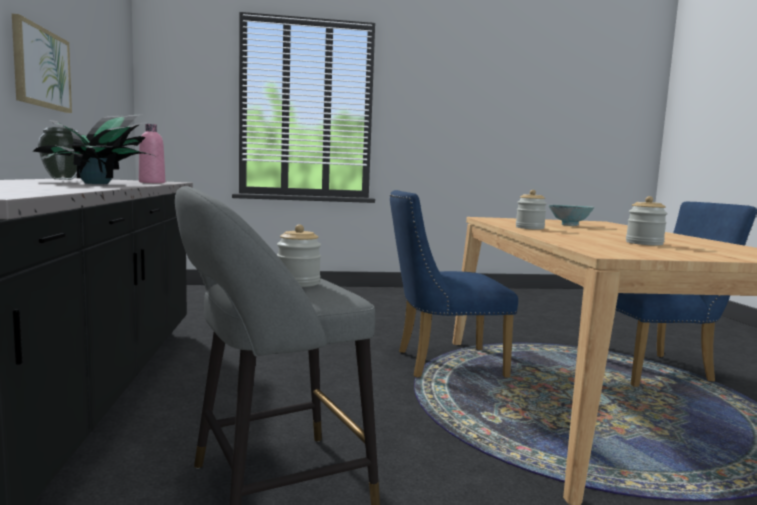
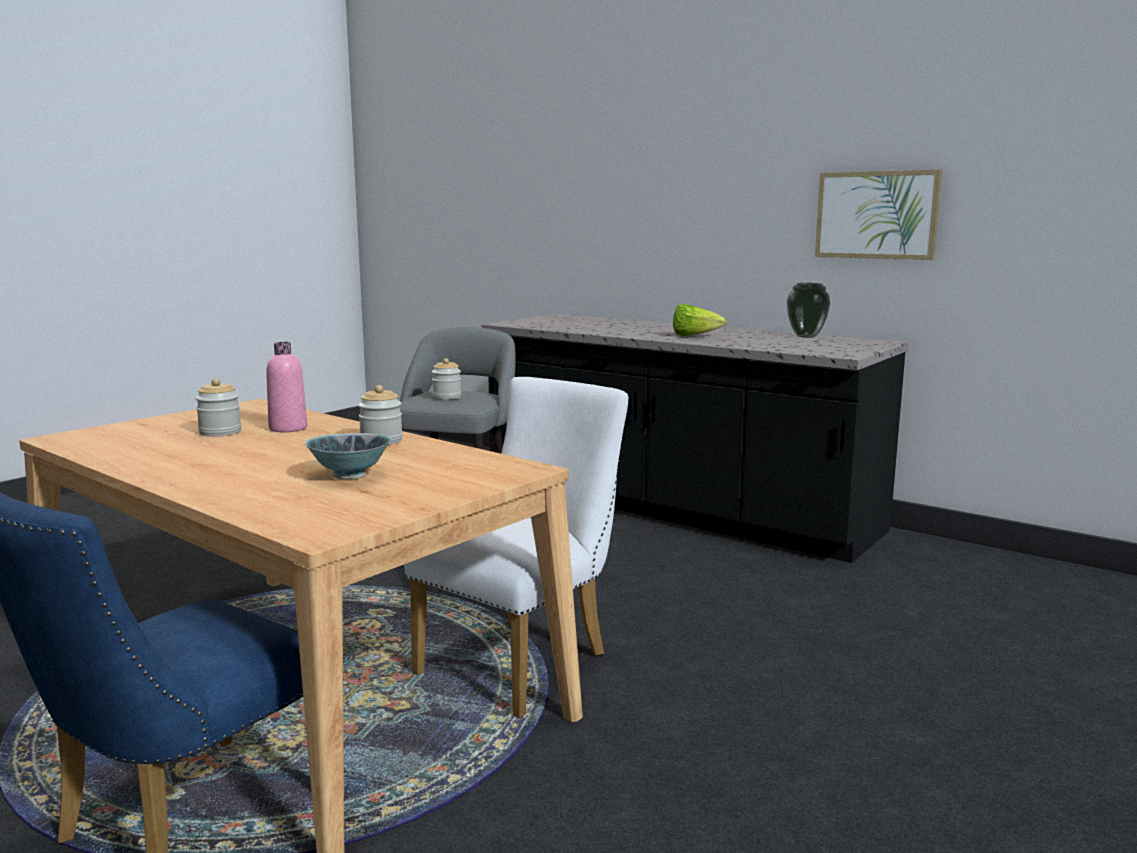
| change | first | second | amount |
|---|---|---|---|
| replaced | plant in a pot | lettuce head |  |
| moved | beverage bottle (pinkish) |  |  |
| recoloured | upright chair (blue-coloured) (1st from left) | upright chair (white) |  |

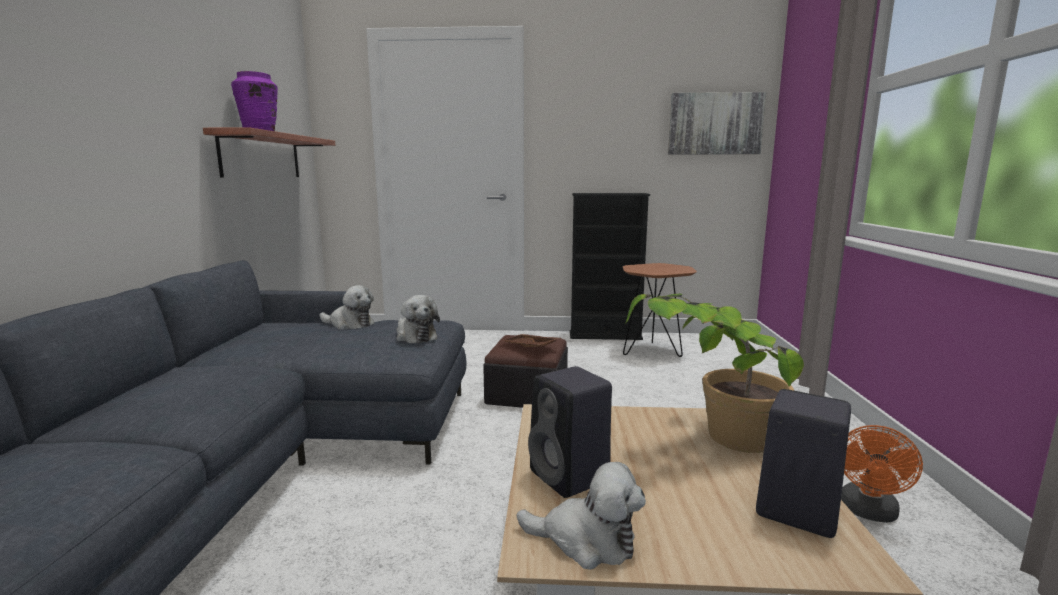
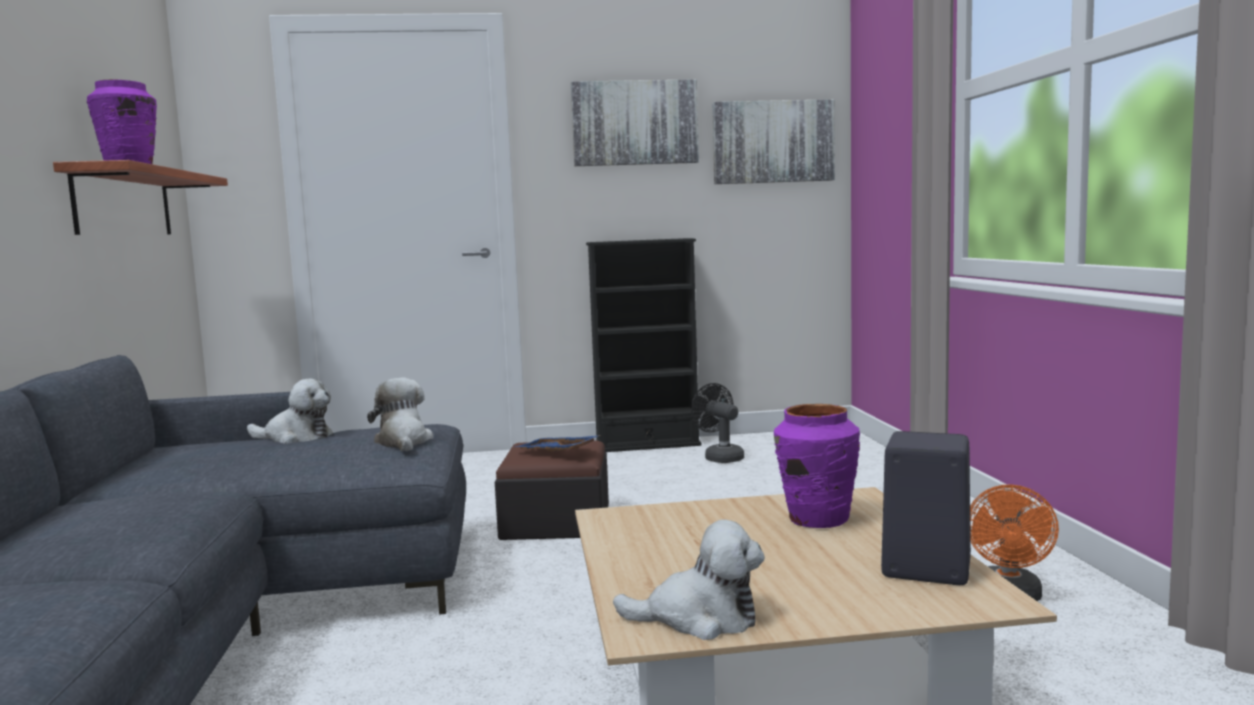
| change | first | second | amount |
|---|---|---|---|
| replaced | end table (brownish) | fan (black-coloured) |  |
| replaced | plant in a pot | flower vase (purplish) (2nd from left) |  |
| turned | soft toy (2nd from left) |  | 150 degrees counterclockwise |
| recoloured | serving tray (brownish) | serving tray (blue-coloured) |  |
| removed | audio speaker (black-coloured) (1st from left) |  |  |
| added |  | wall art (1st from left) |  |

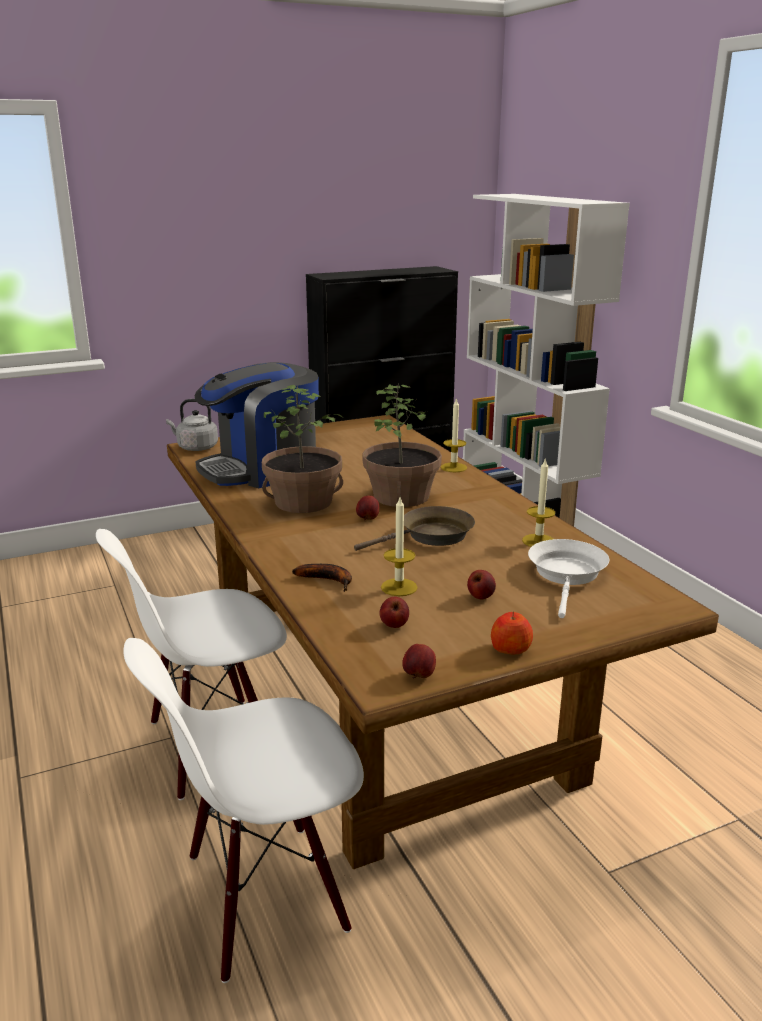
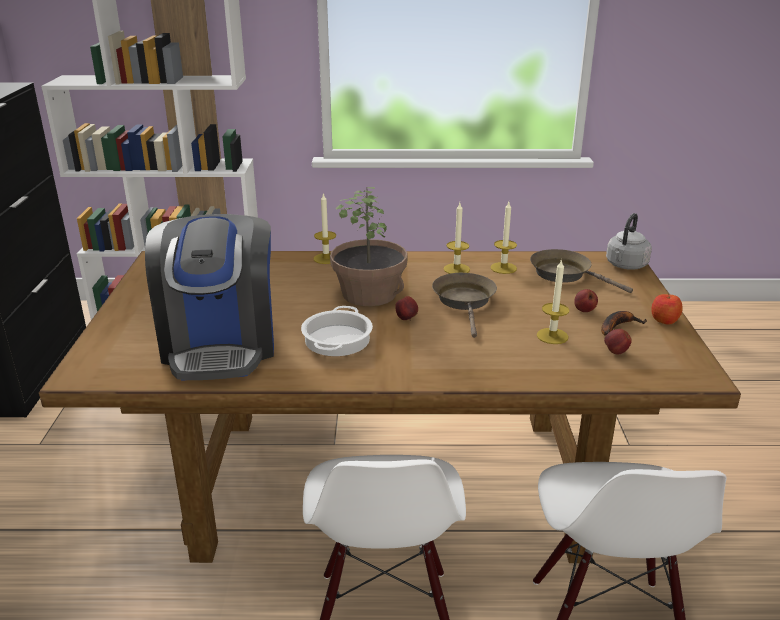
| change | first | second | amount |
|---|---|---|---|
| replaced | plant in a pot (1st from left) | saucepot |  |
| moved | water kettle (greyish) |  |  |
| recoloured | frying pan (white) | frying pan (brownish) (2nd from left) |  |
| moved | banana |  |  |
| removed | whole apple (3rd from left) |  |  |
| added |  | wax light (2nd from left) |  |

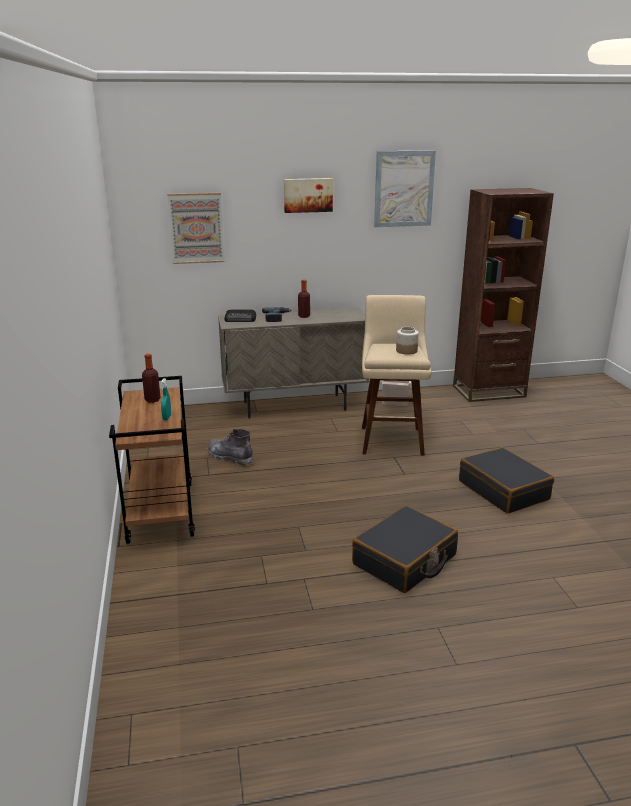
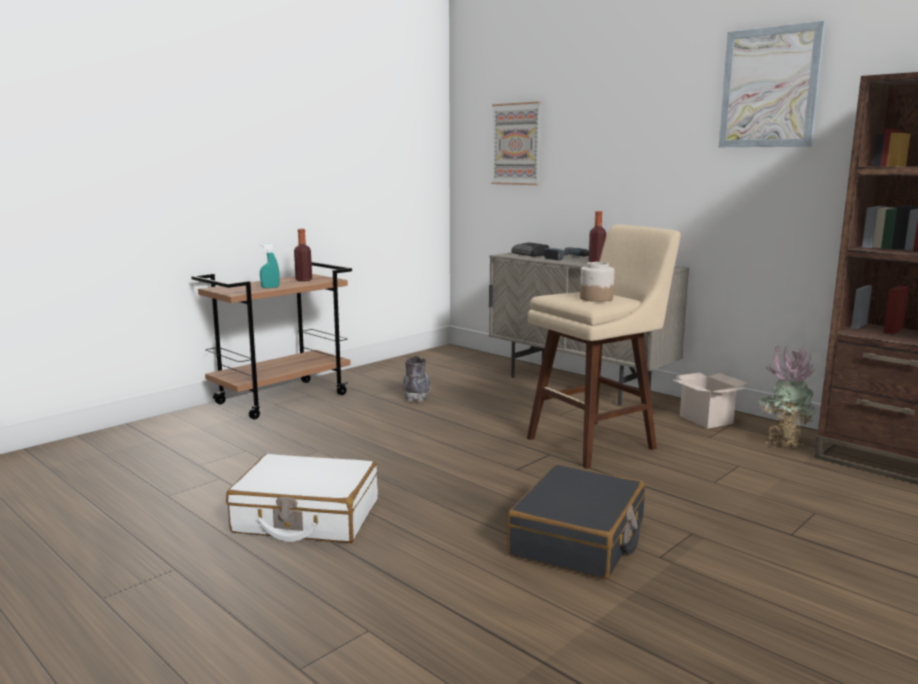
| change | first | second | amount |
|---|---|---|---|
| removed | wall art (2nd from left) |  |  |
| recoloured | piece of luggage (black-coloured) (1st from left) | piece of luggage (white) |  |
| added |  | plant in a pot |  |

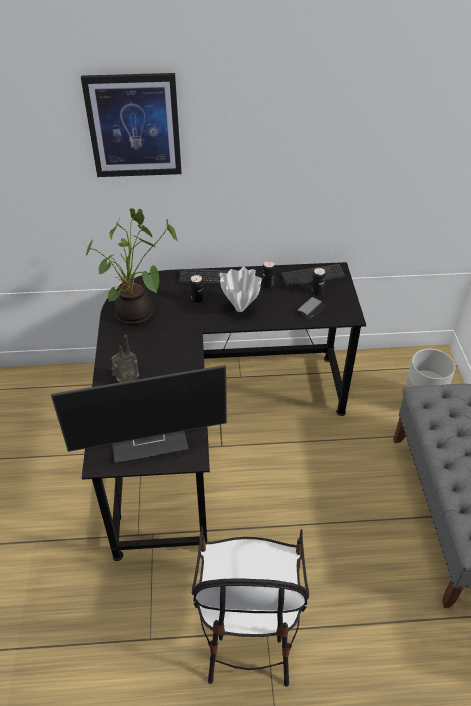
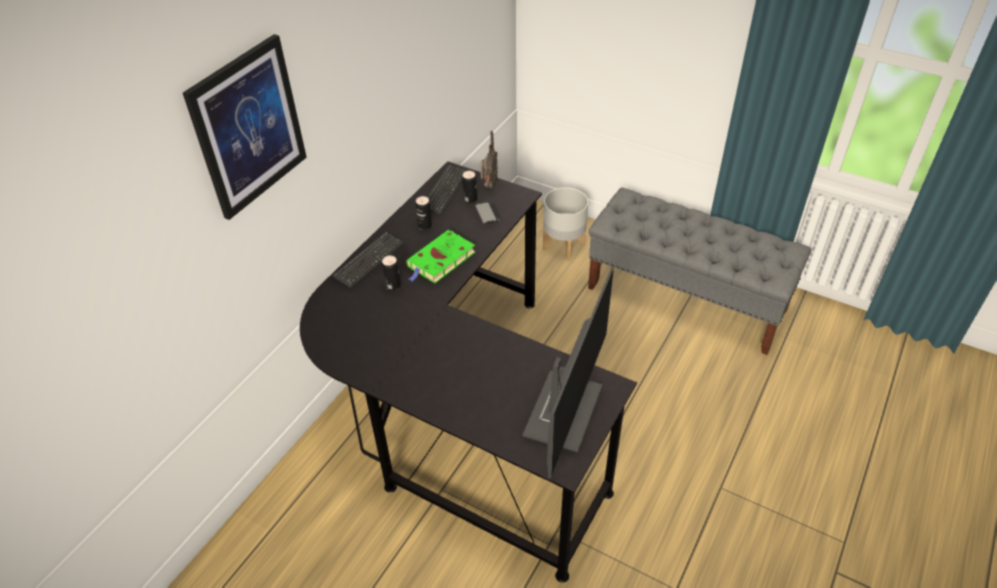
| change | first | second | amount |
|---|---|---|---|
| removed | plant in a pot |  |  |
| replaced | flower vase (white) | book (green) |  |
| moved | radio set |  |  |
| removed | upright chair |  |  |

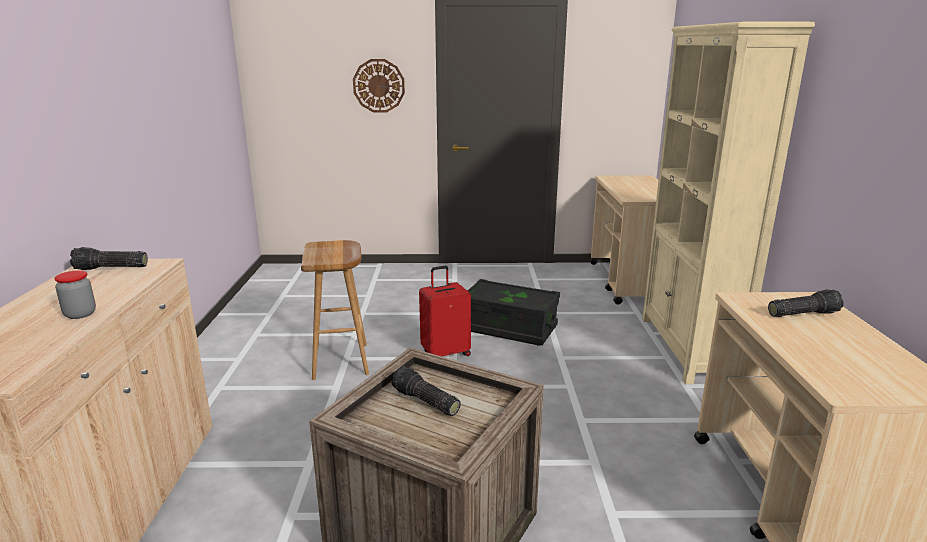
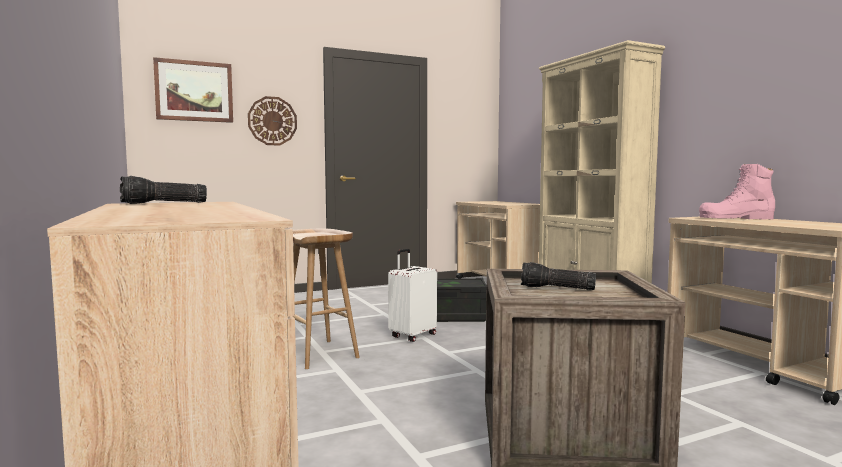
| change | first | second | amount |
|---|---|---|---|
| recoloured | piece of luggage (red) | piece of luggage (white) |  |
| removed | jar |  |  |
| replaced | torch (3rd from left) | tall boot (pinkish) |  |
| added |  | wall art |  |

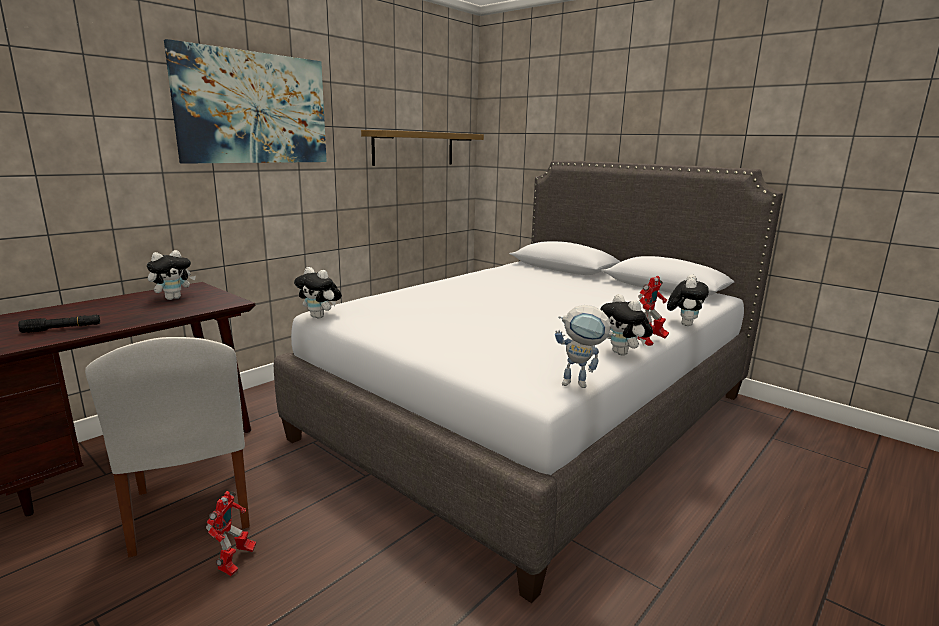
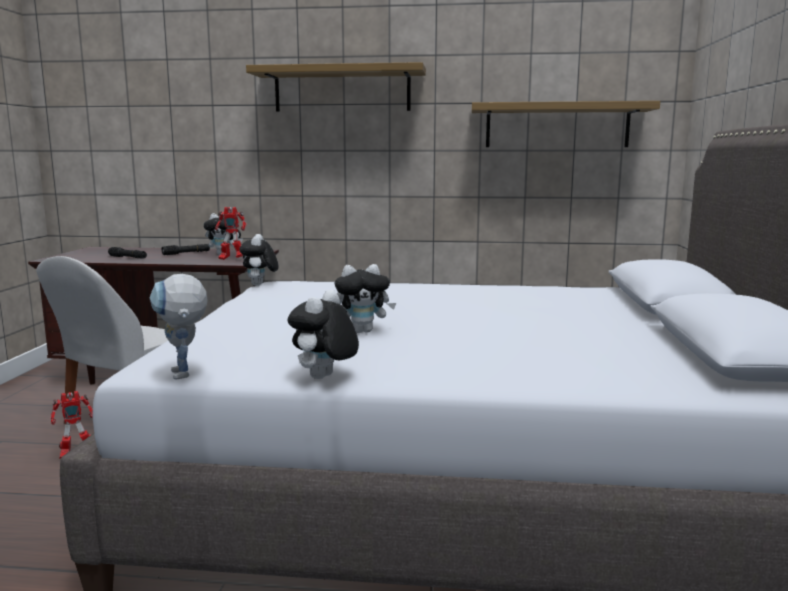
| change | first | second | amount |
|---|---|---|---|
| replaced | wall art | shelf (1st from left) |  |
| moved | soft toy (4th from left) |  |  |
| moved | model robot (3rd from left) |  |  |
| added |  | torch (black-coloured) (2nd from left) |  |

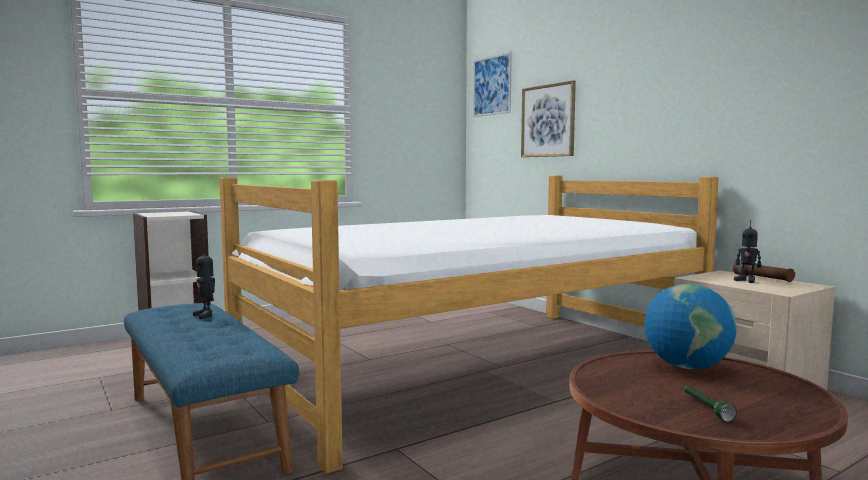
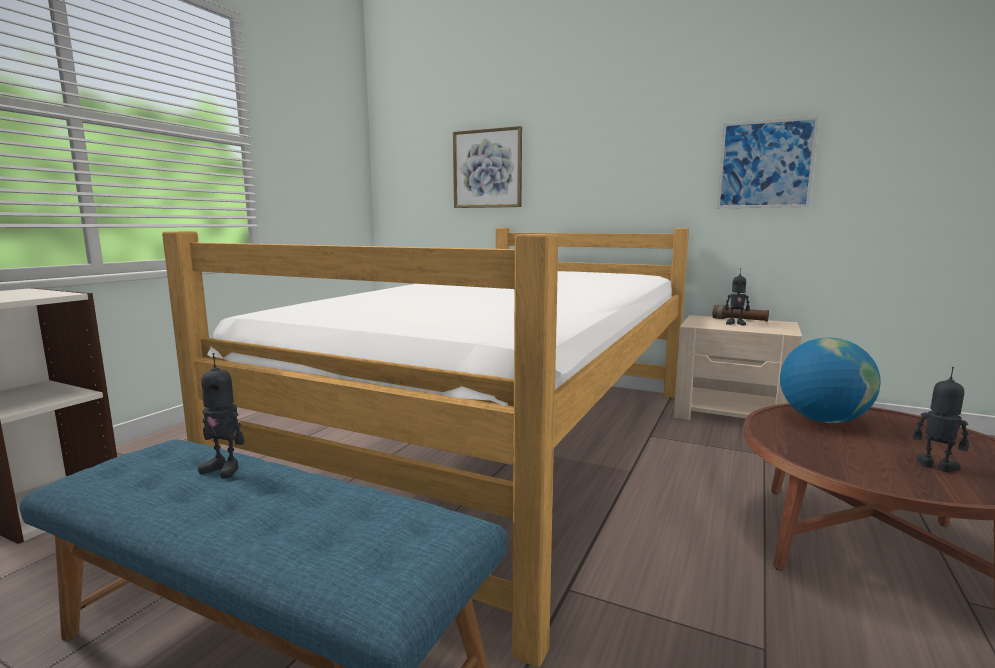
| change | first | second | amount |
|---|---|---|---|
| moved | wall art (1st from left in the first image) | wall art (2nd from left) |  |
| replaced | torch (green) | model robot (3rd from left) |  |

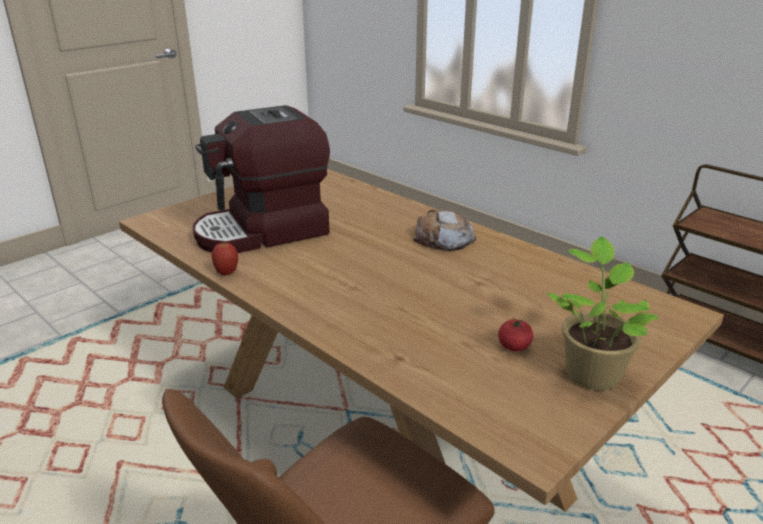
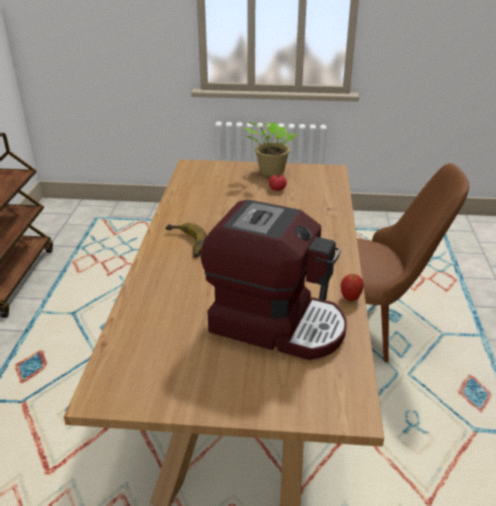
| change | first | second | amount |
|---|---|---|---|
| replaced | bakery bread | banana |  |

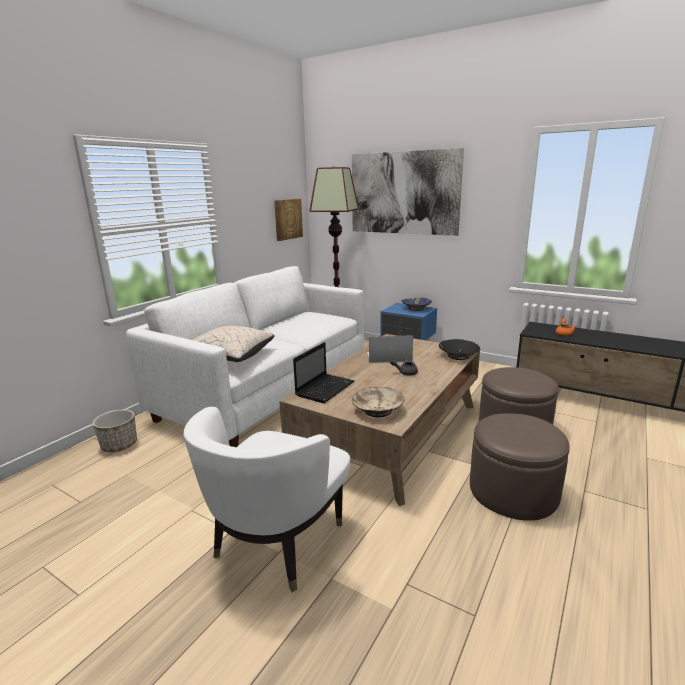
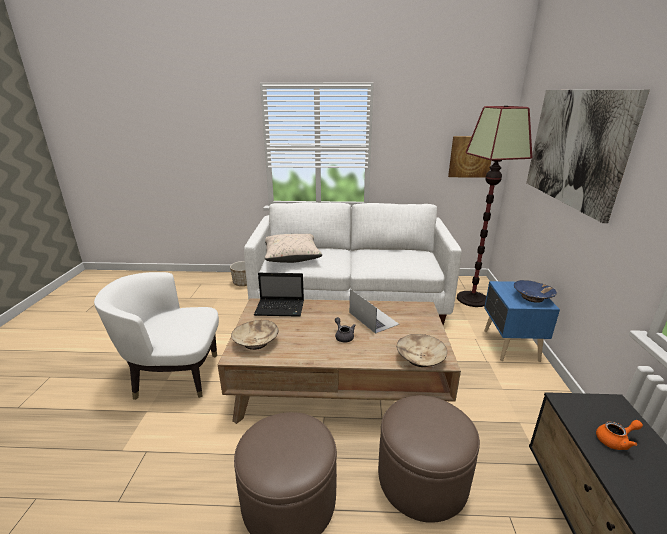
| change | first | second | amount |
|---|---|---|---|
| recoloured | deep dish (black-coloured) | deep dish (beige-coloured) (2nd from left) |  |

